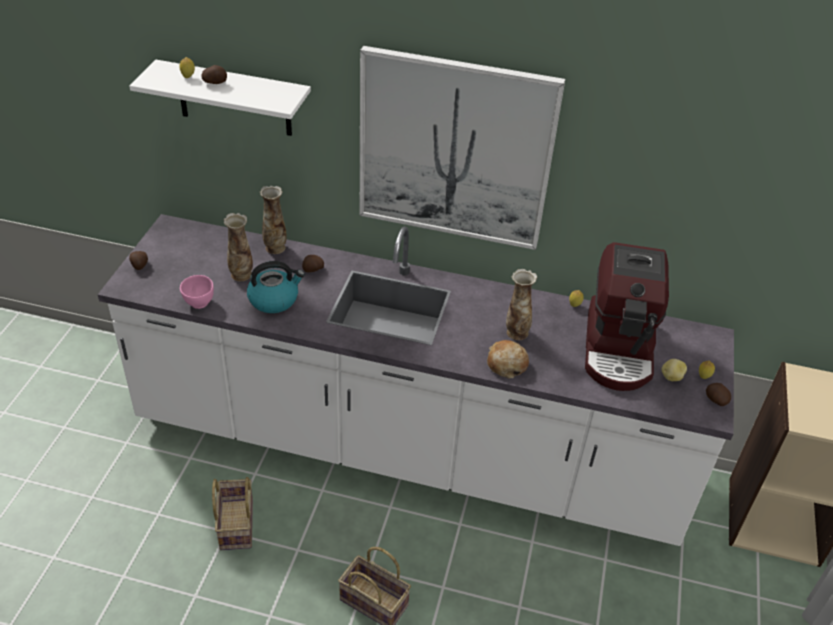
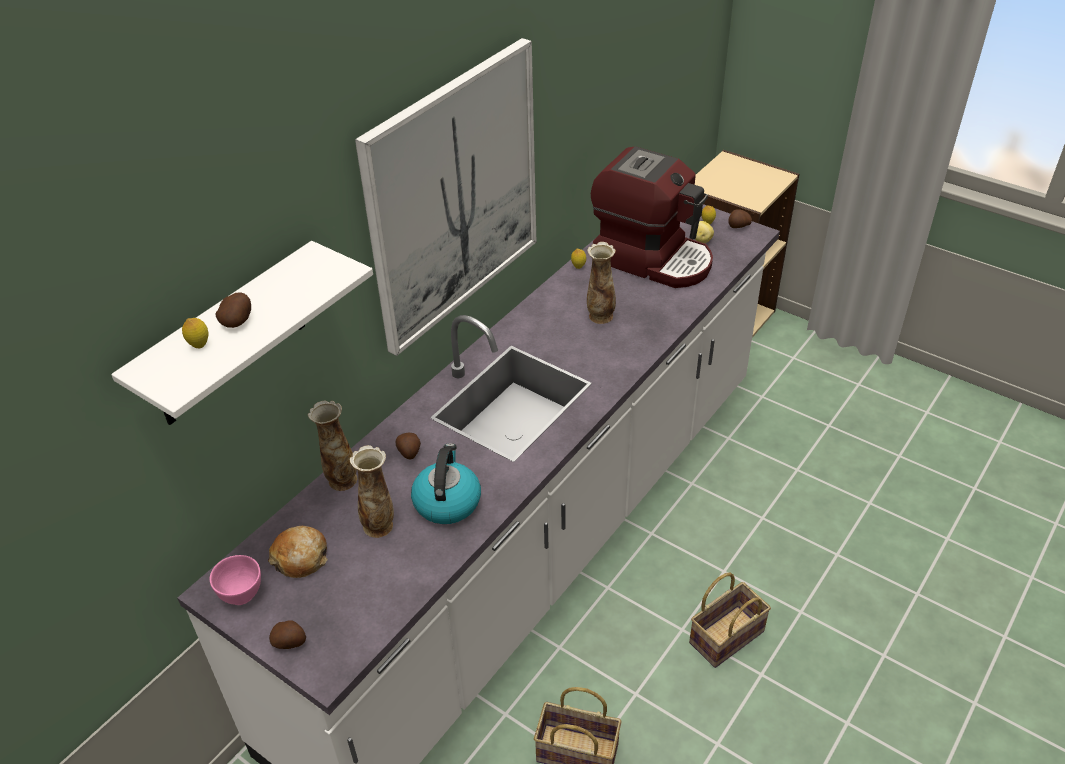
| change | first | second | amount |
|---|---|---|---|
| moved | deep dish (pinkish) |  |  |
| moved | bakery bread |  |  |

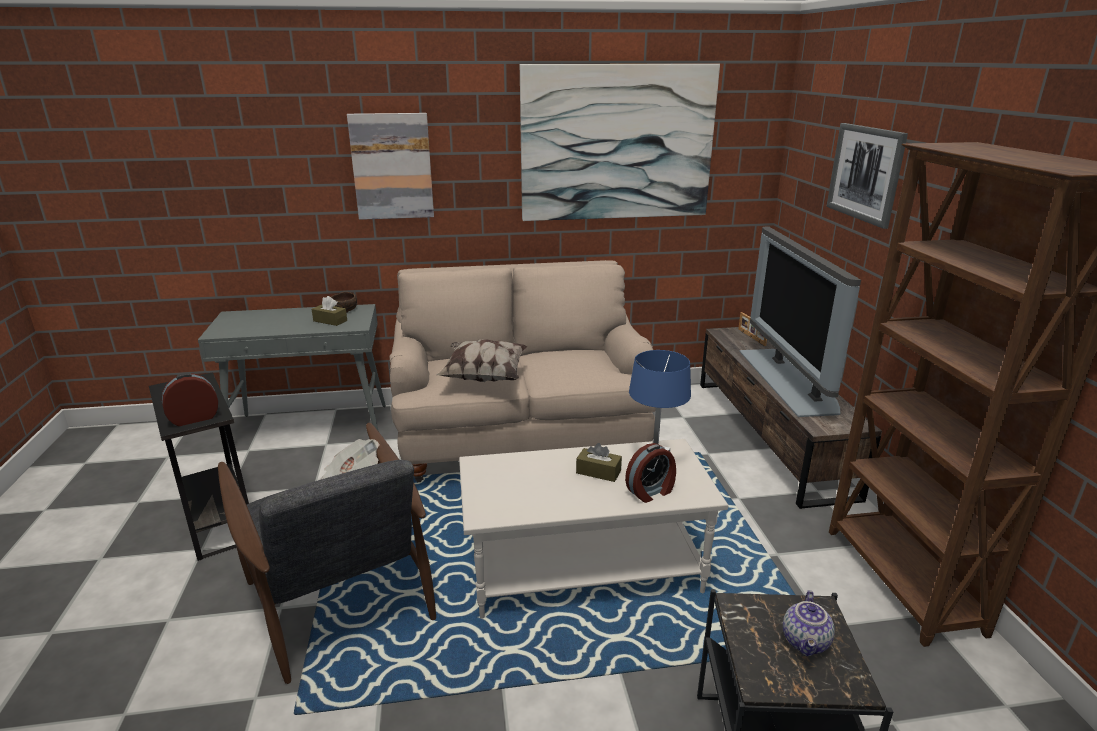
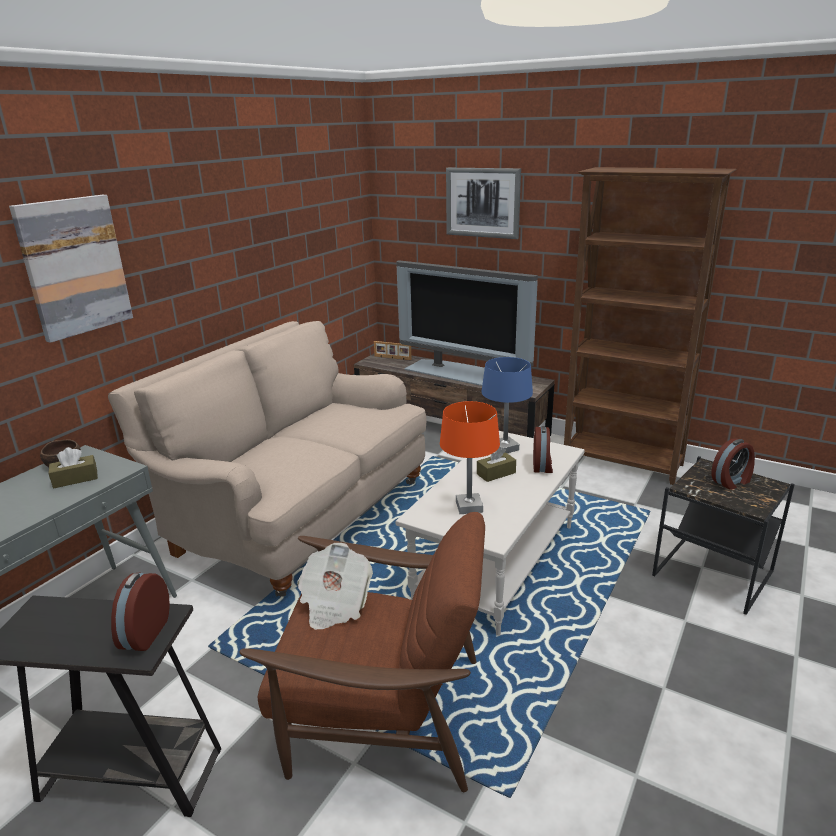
| change | first | second | amount |
|---|---|---|---|
| removed | wall art (2nd from left) |  |  |
| removed | cushion |  |  |
| recoloured | armchair (greyish) | armchair (brownish) |  |
| replaced | pot for tea | alarm clock (3rd from left) |  |
| added |  | lamp for a table (orange) |  |

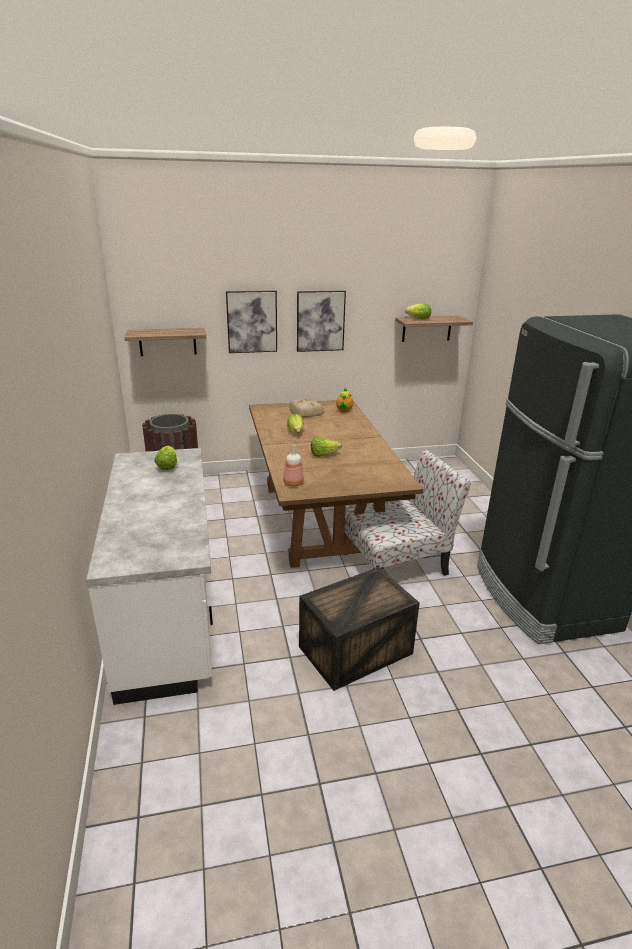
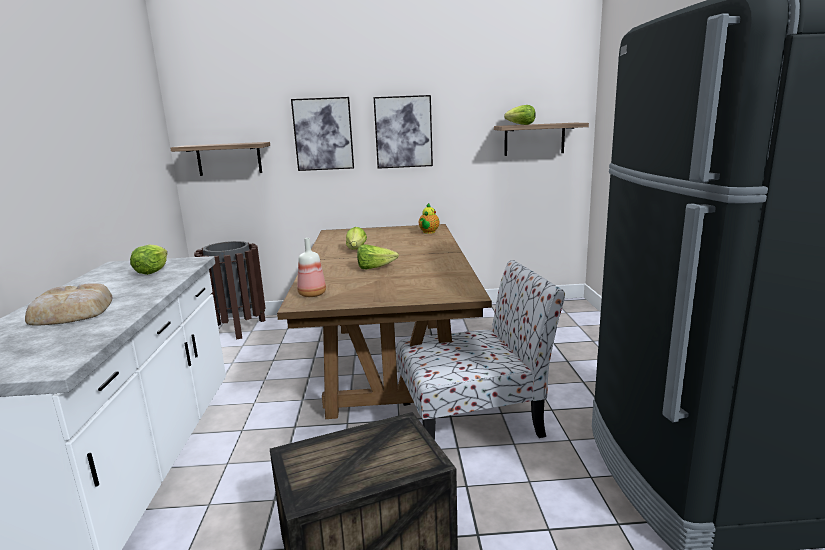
| change | first | second | amount |
|---|---|---|---|
| moved | bakery bread |  |  |

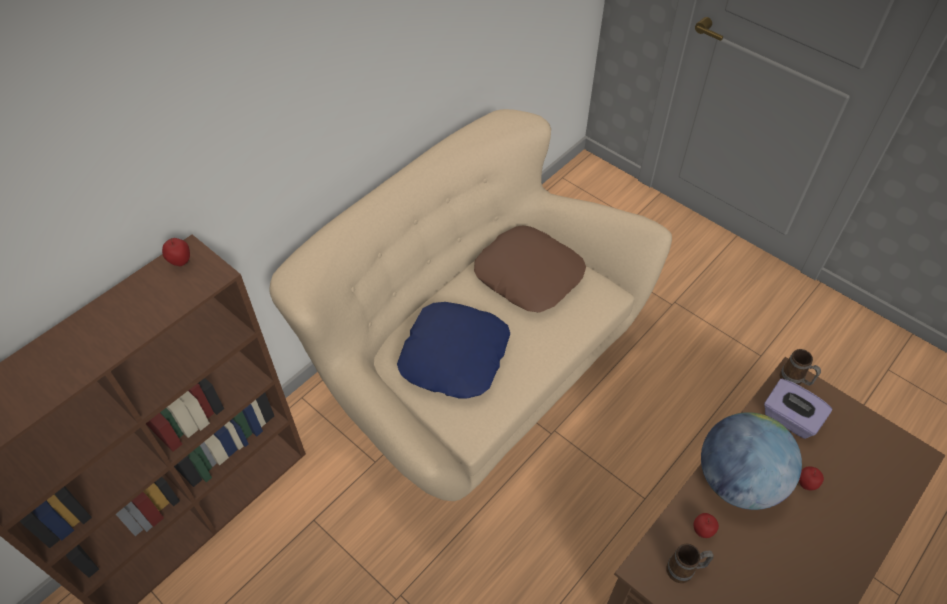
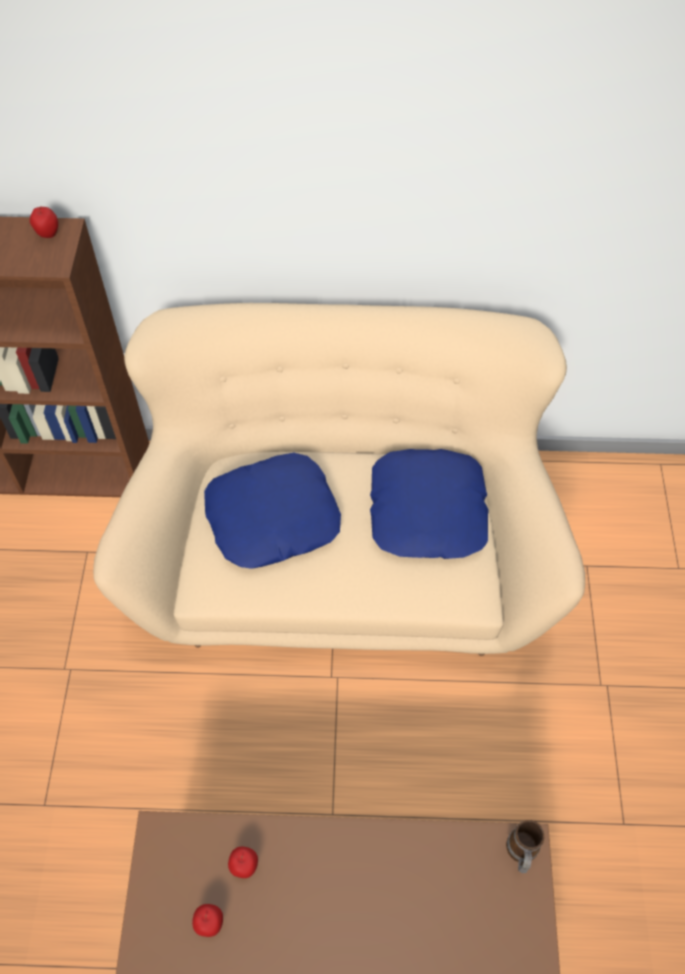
| change | first | second | amount |
|---|---|---|---|
| recoloured | cushion (brownish) | cushion (blue-coloured) (2nd from left) |  |
| removed | box of tissues (purplish) |  |  |
| removed | desk globe |  |  |
| moved | whole apple (3rd from left in the first image) | whole apple (2nd from left) |  |
| removed | tea mug (1st from left) |  |  |

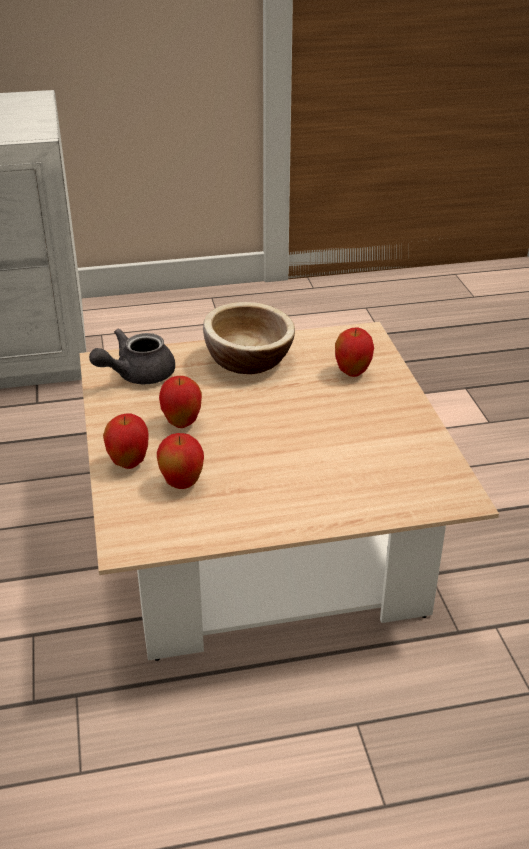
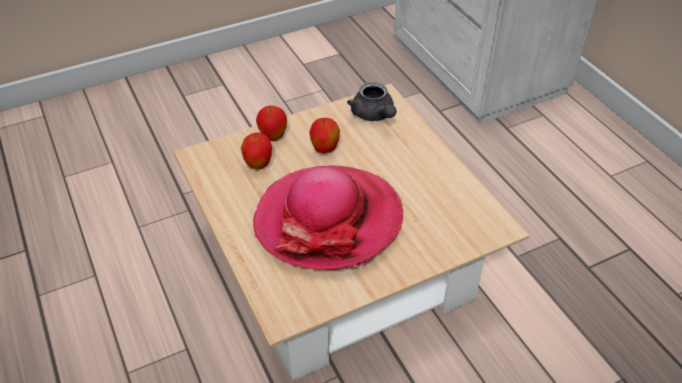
| change | first | second | amount |
|---|---|---|---|
| removed | deep dish |  |  |
| removed | whole apple (4th from left) |  |  |
| turned | pot for tea (greyish) |  | 150 degrees counterclockwise |
| added |  | hat |  |

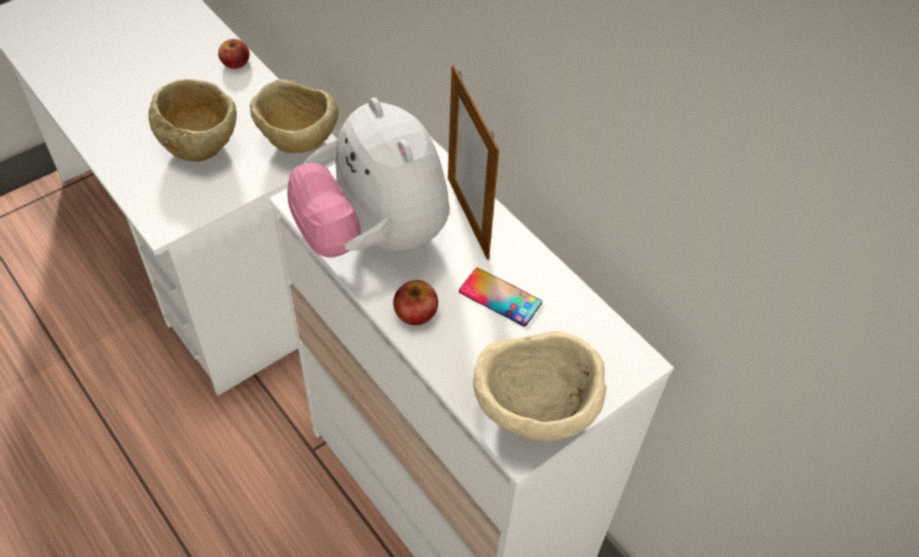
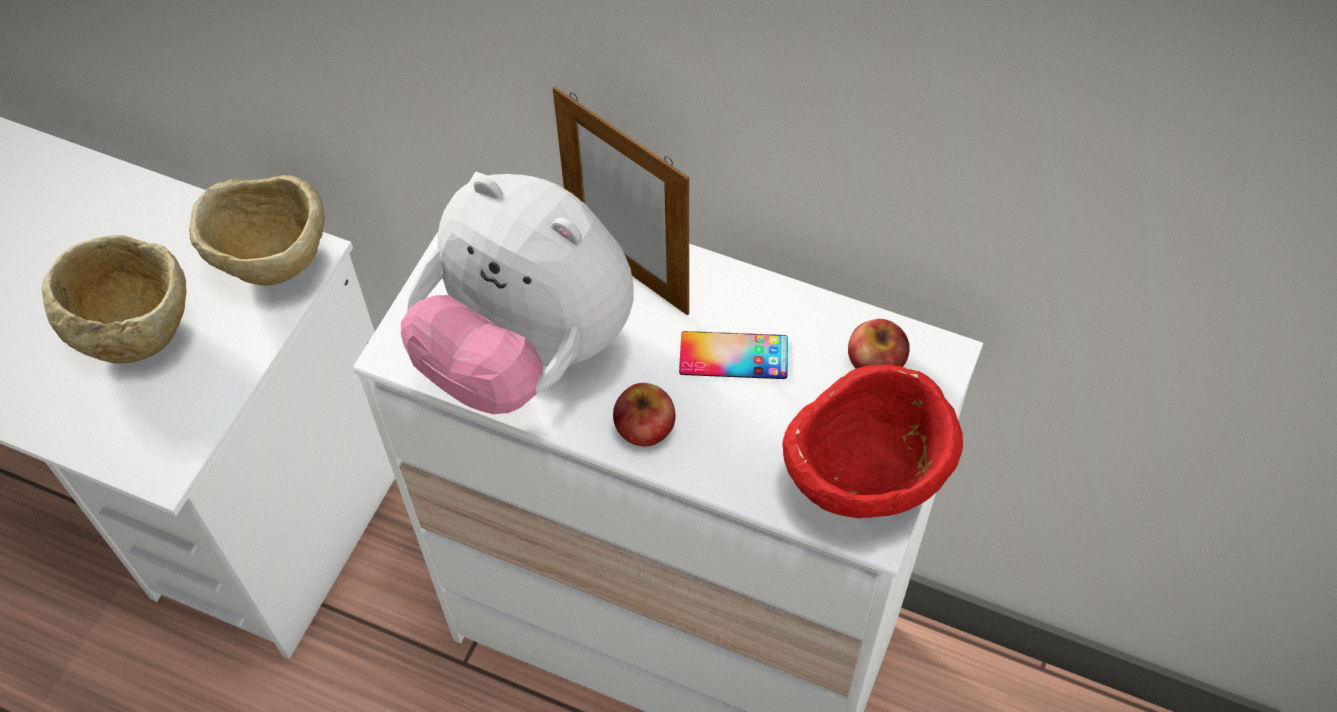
| change | first | second | amount |
|---|---|---|---|
| moved | whole apple (1st from left in the first image) | whole apple (2nd from left) |  |
| recoloured | deep dish (beige-coloured) (3rd from left) | deep dish (red) |  |

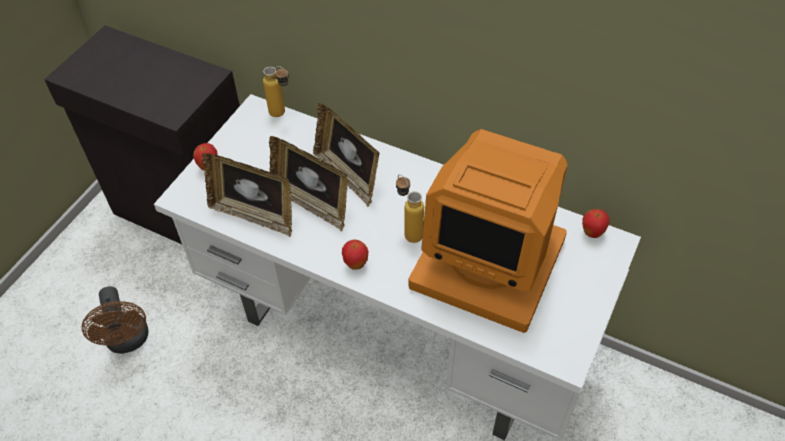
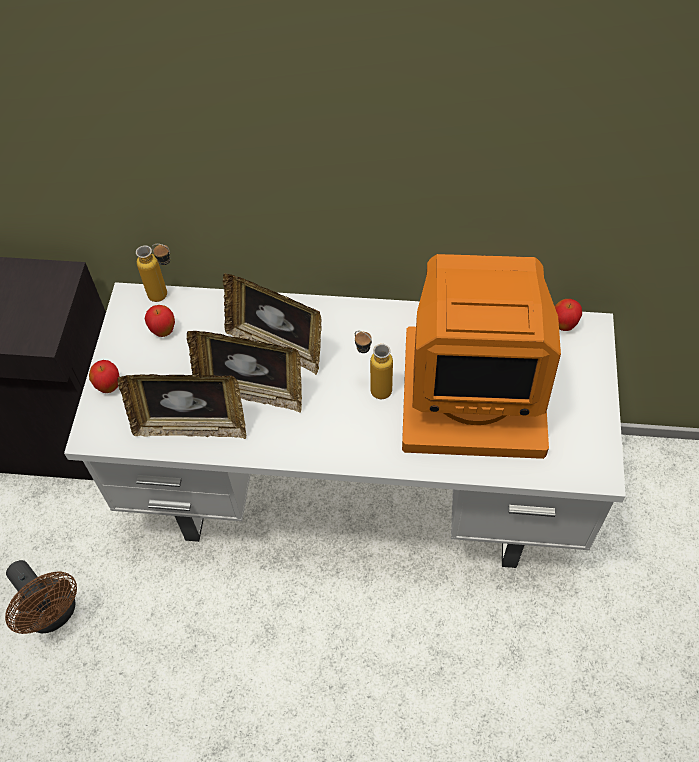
| change | first | second | amount |
|---|---|---|---|
| moved | whole apple (2nd from left) |  |  |

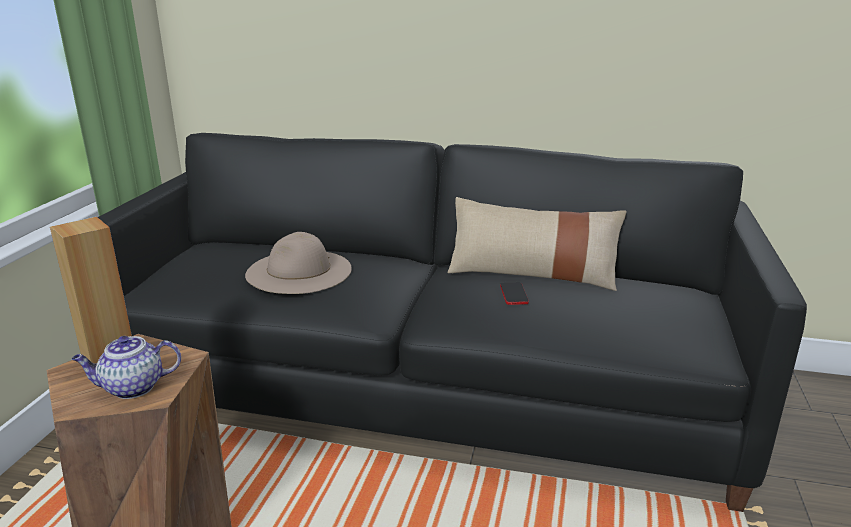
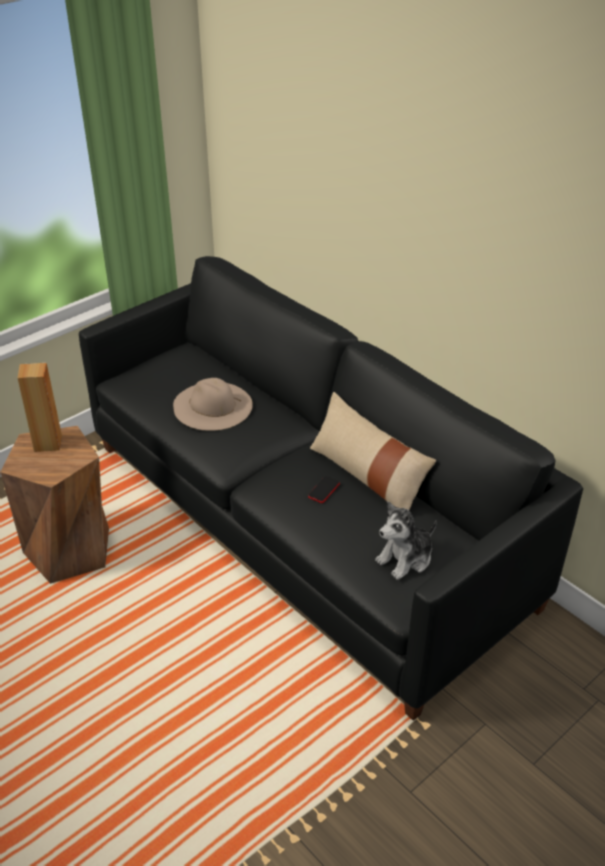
| change | first | second | amount |
|---|---|---|---|
| removed | pot for tea |  |  |
| added |  | soft toy |  |

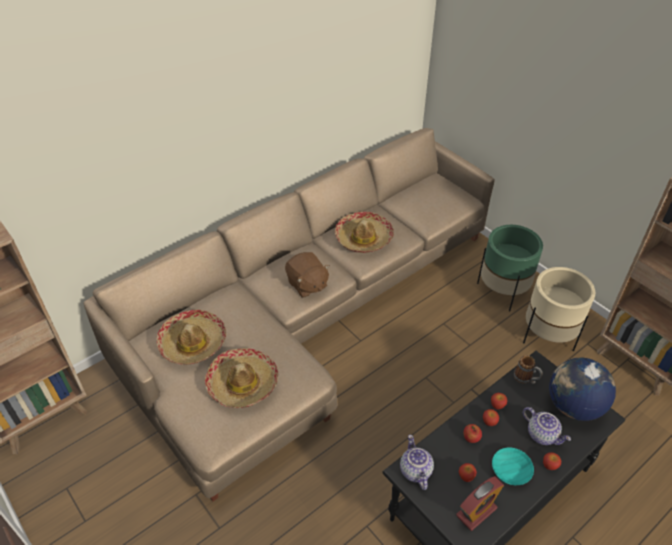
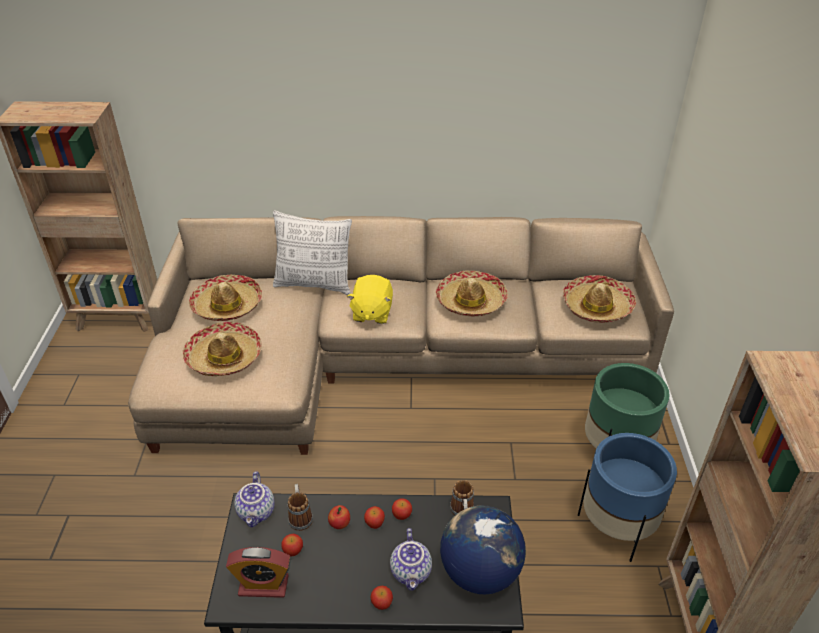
| change | first | second | amount |
|---|---|---|---|
| recoloured | soft toy (brownish) | soft toy (yellowish) |  |
| recoloured | flower pot (beige-coloured) | flower pot (blue-coloured) |  |
| turned | pot for tea (1st from left) |  | 150 degrees clockwise |
| removed | deep dish (blue-green) |  |  |
| added |  | cushion |  |
| added |  | hat (4th from left) |  |
| added |  | tea mug (1st from left) |  |

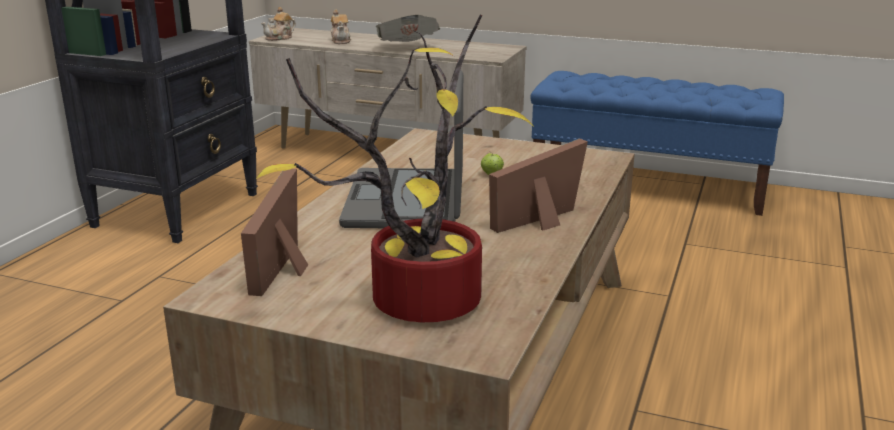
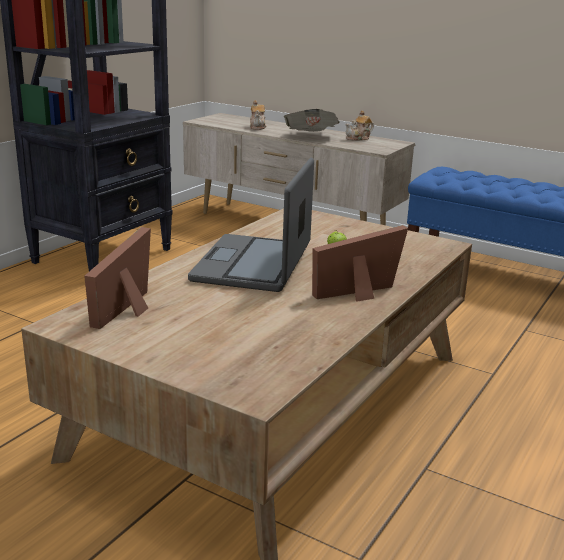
| change | first | second | amount |
|---|---|---|---|
| moved | pot for tea (1st from left in the first image) | pot for tea (2nd from left) |  |
| removed | plant in a pot |  |  |

